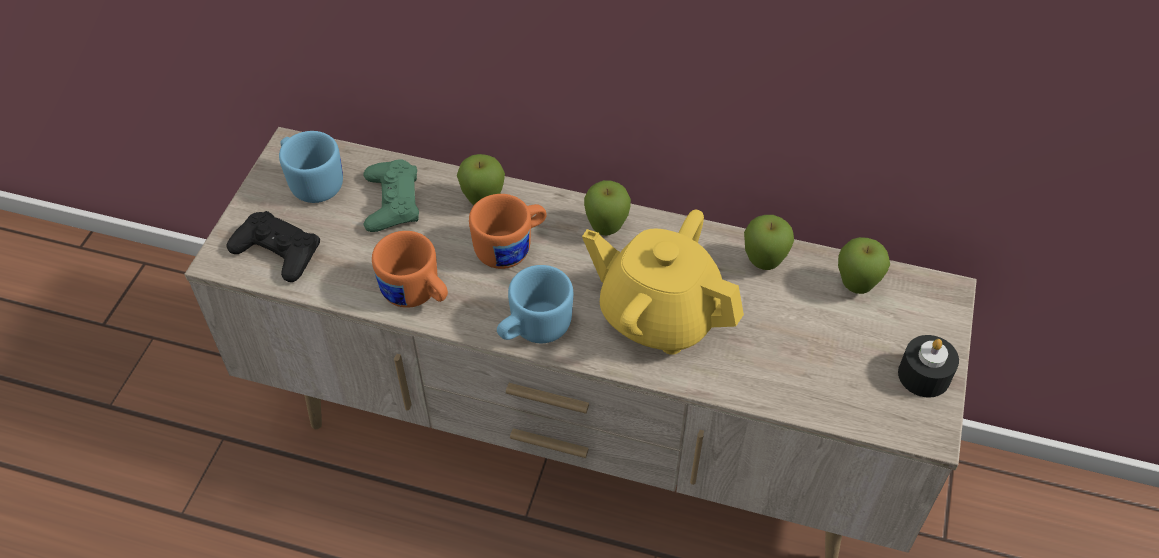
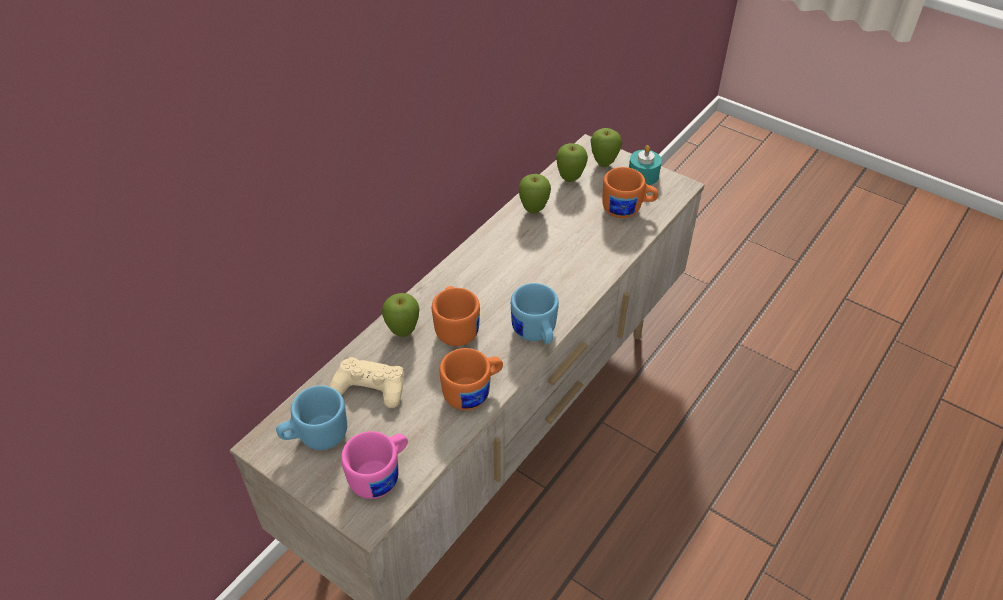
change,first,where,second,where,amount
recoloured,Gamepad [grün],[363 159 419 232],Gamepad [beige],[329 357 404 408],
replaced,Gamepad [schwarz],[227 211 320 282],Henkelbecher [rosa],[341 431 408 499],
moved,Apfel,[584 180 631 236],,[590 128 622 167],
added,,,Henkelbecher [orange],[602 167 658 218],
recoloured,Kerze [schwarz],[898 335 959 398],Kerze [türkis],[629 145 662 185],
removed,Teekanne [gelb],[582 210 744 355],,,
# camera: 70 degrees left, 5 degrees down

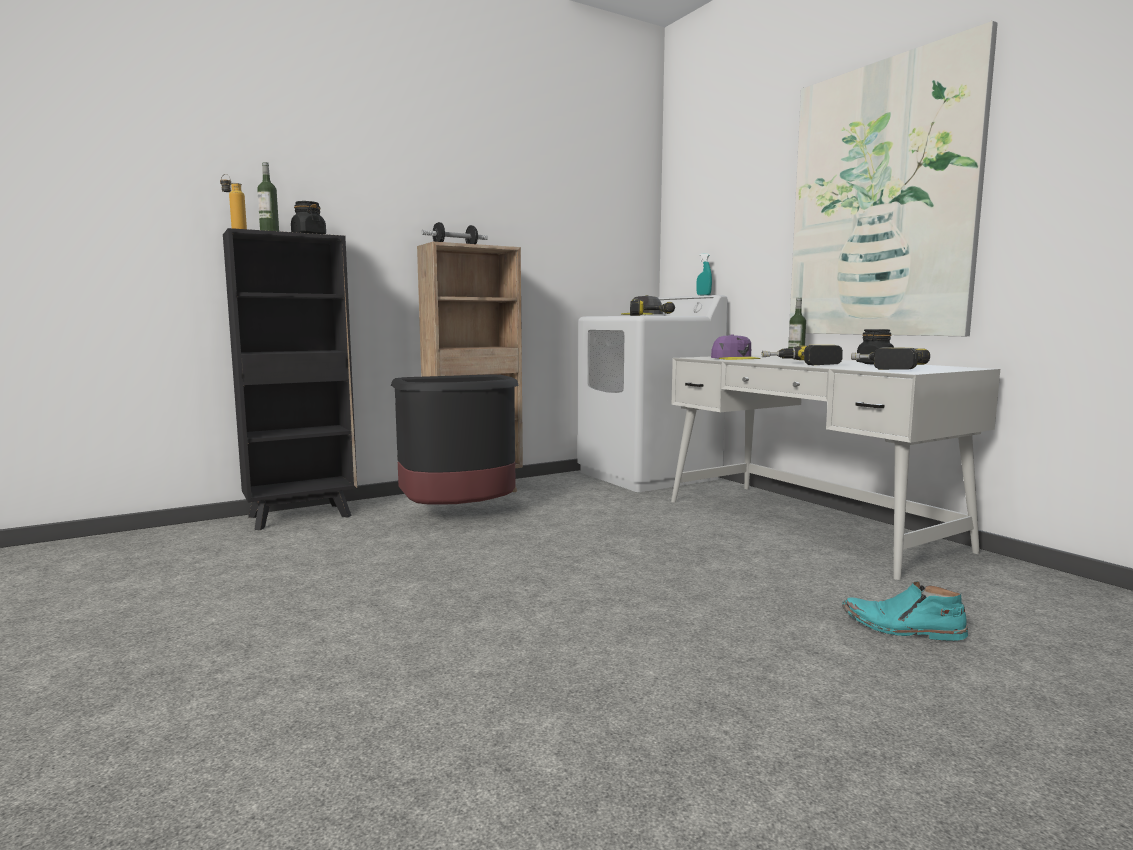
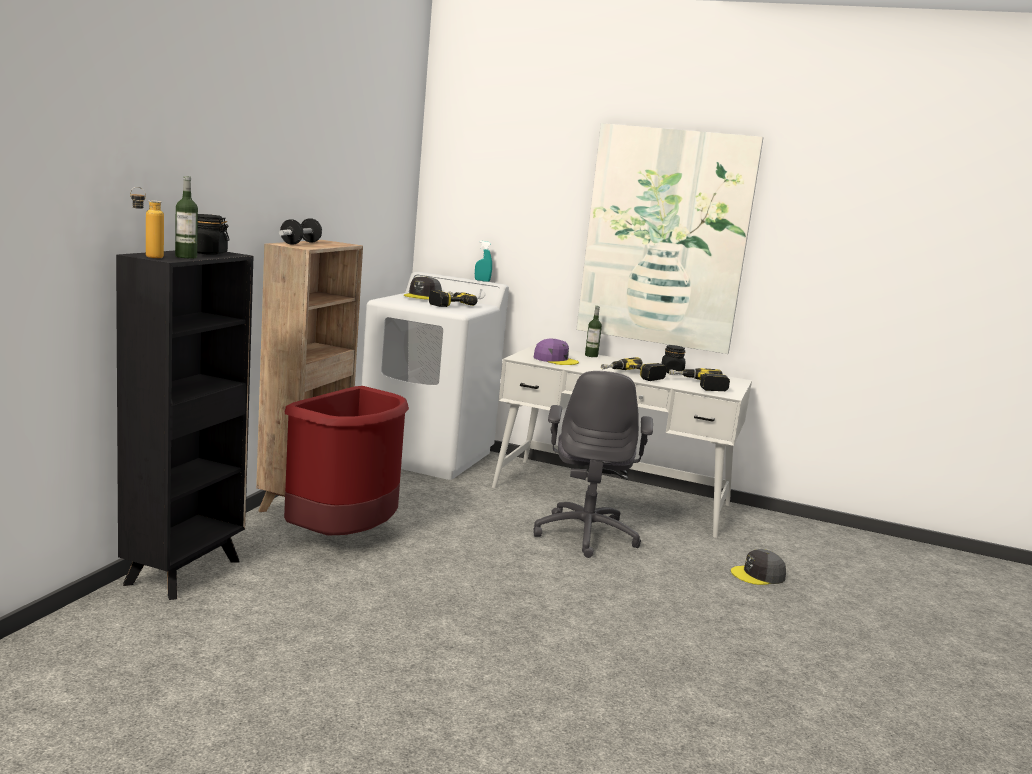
change,first,where,second,where,amount
recoloured,Mülleimer [schwarz],[391 374 518 504],Mülleimer [rot],[284 386 409 535],
added,,,Bürostuhl [grau],[533 371 653 558],
replaced,Stiefel [türkis],[842 581 968 641],Kappe [grau],[731 549 786 585],
# camera: 40 degrees left, 5 degrees up

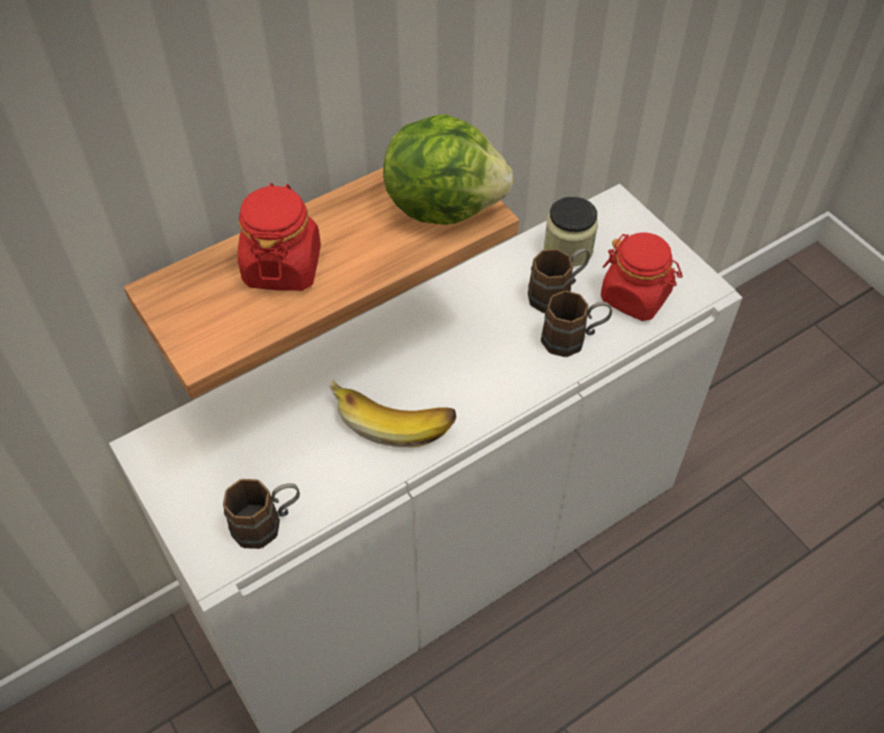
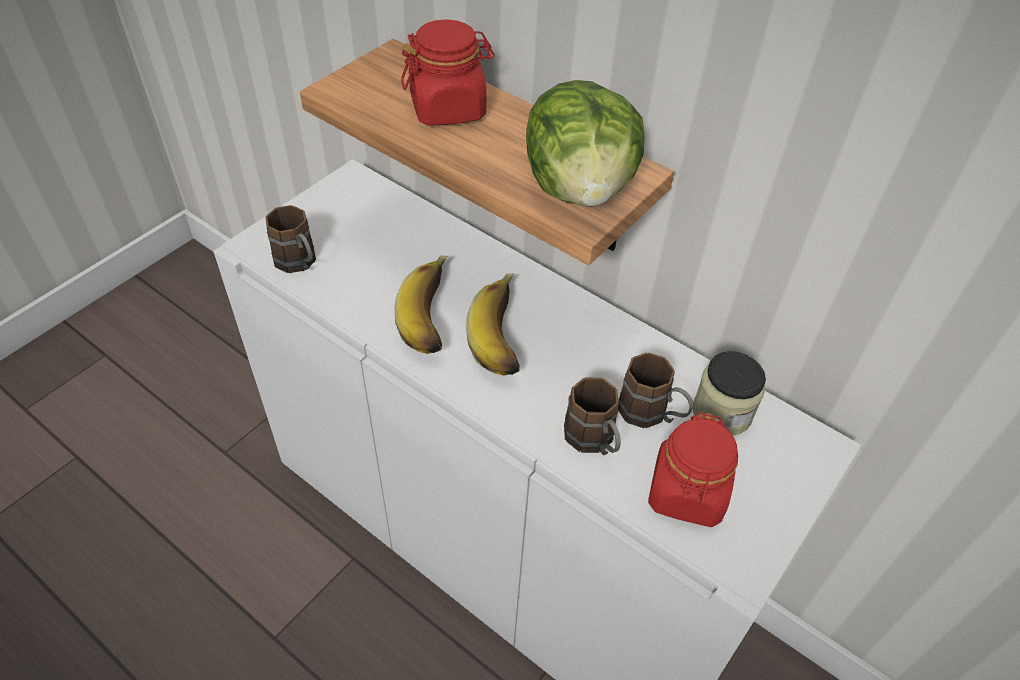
change,first,where,second,where,amount
added,,,Banane,[466 274 520 376],
# camera: 70 degrees right, 5 degrees down

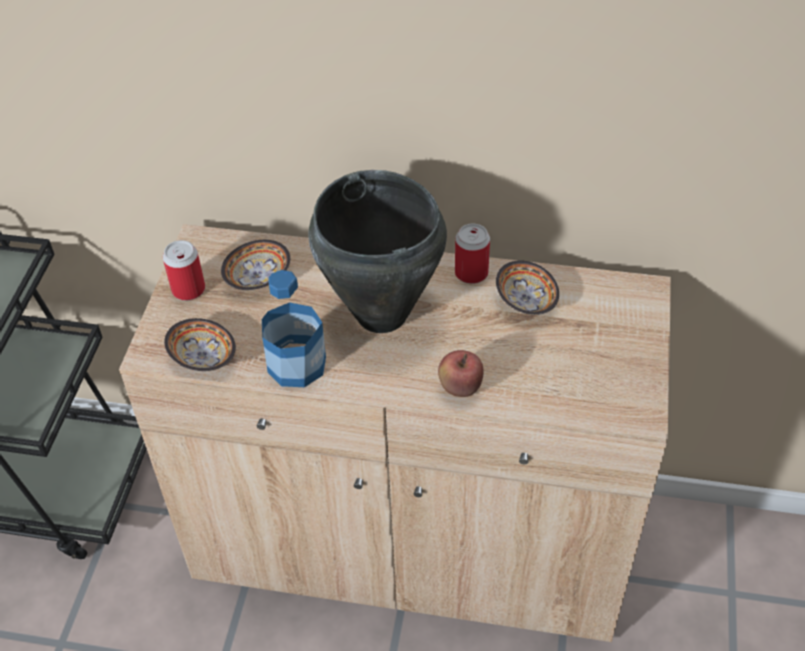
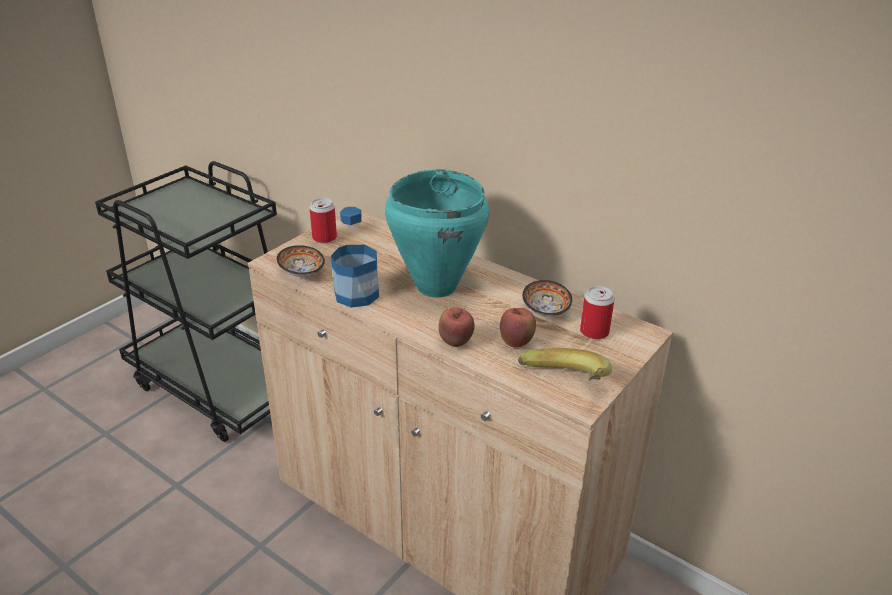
change,first,where,second,where,amount
recoloured,Kochtopf [schwarz],[308 170 447 333],Kochtopf [türkis],[385 169 489 298],
added,,,Apfel,[500 308 536 348],
added,,,Banane,[518 348 612 380],
moved,Dose,[455 224 490 284],,[580 286 615 340],
removed,Schüssel,[221 240 290 290],,,
# camera: 25 degrees right, 15 degrees down

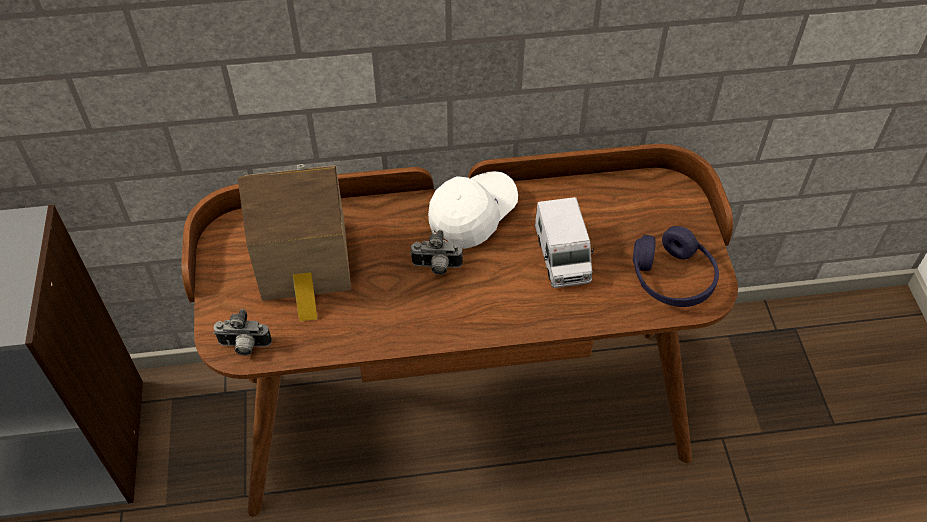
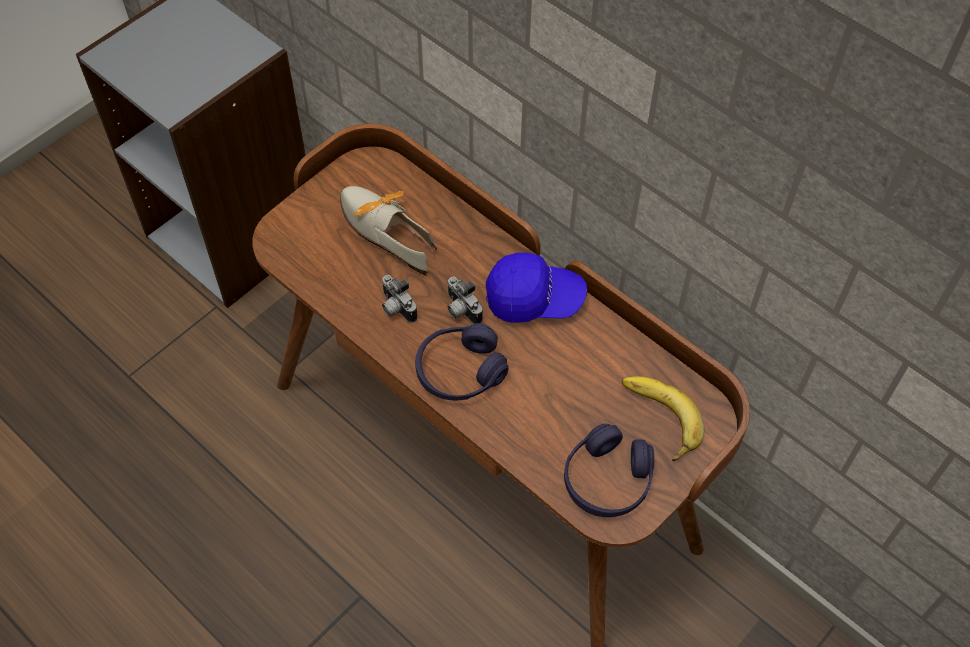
change,first,where,second,where,amount
replaced,Spielzeughaus,[238 164 351 322],Schuh,[340 186 437 276],
moved,Kamera,[213 309 272 356],,[382 275 418 323],
added,,,Kopfhörer [lila],[415 323 508 400],
recoloured,Kappe [weiß],[428 171 518 249],Kappe [blau],[486 253 587 323],
added,,,Banane,[622 376 704 461],
removed,Spielzeuglaster,[535 197 595 288],,,
# camera: 50 degrees right, 5 degrees up

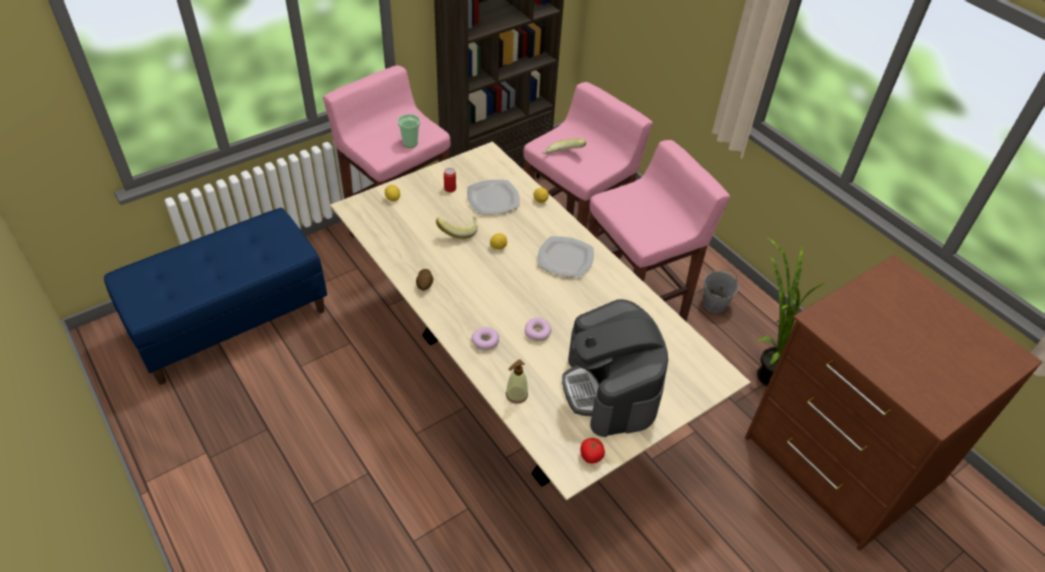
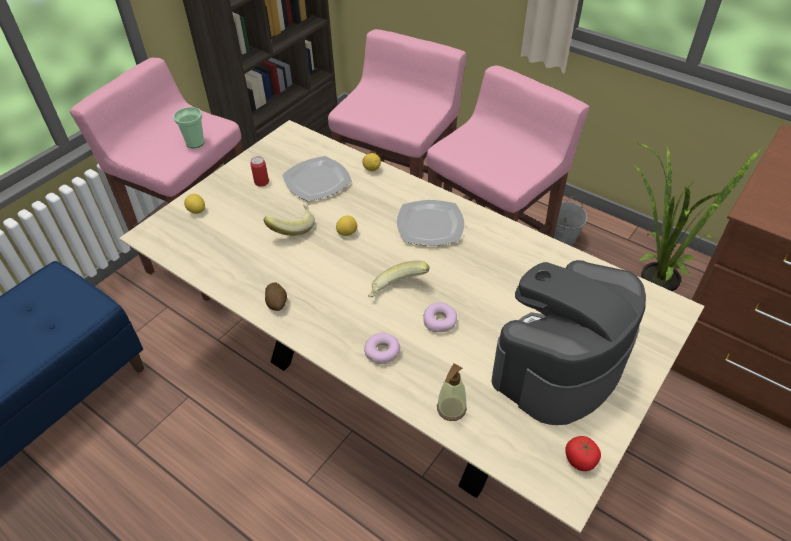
change,first,where,second,where,amount
moved,Banane,[542 138 586 154],,[368 260 429 297],
turned,Kaffeemaschine,[562 299 668 437],,[492 260 646 425],75 degrees clockwise
# camera: 15 degrees left, 0 degrees up

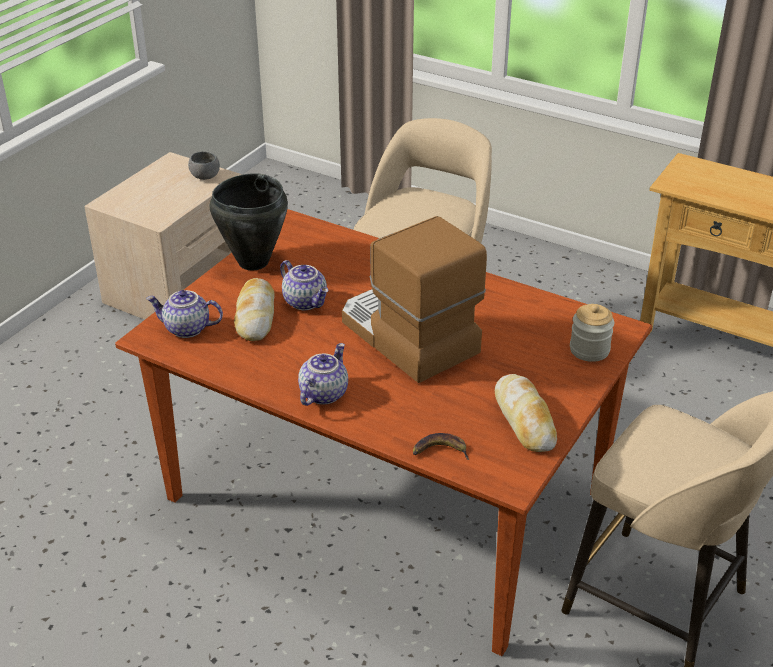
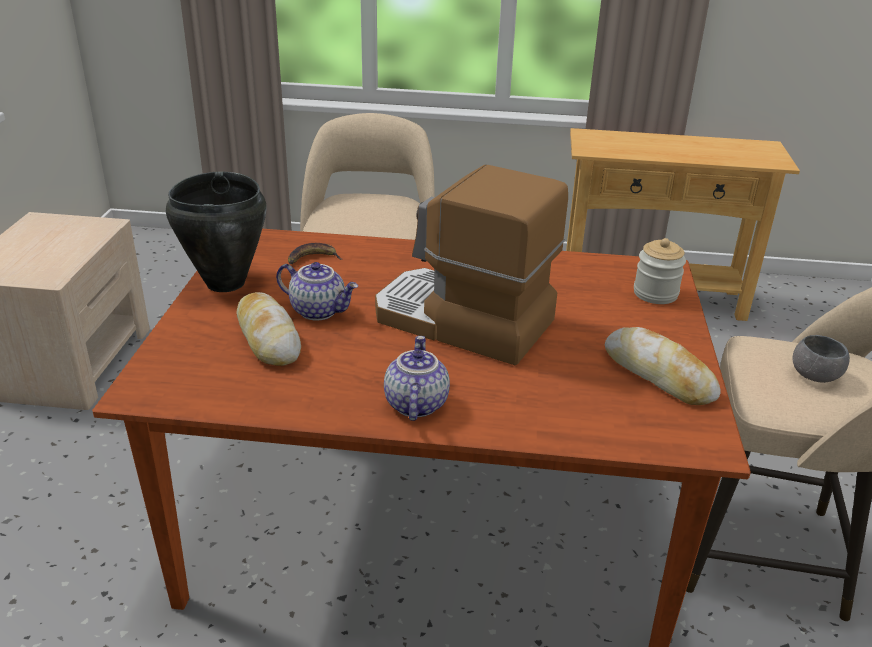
change,first,where,second,where,amount
moved,Banane,[413 433 470 460],,[288 243 342 264],
moved,Schüssel [grau],[188 152 220 180],,[792 335 850 383],
removed,Teekanne,[146 290 223 338],,,
# camera: 25 degrees left, 5 degrees down

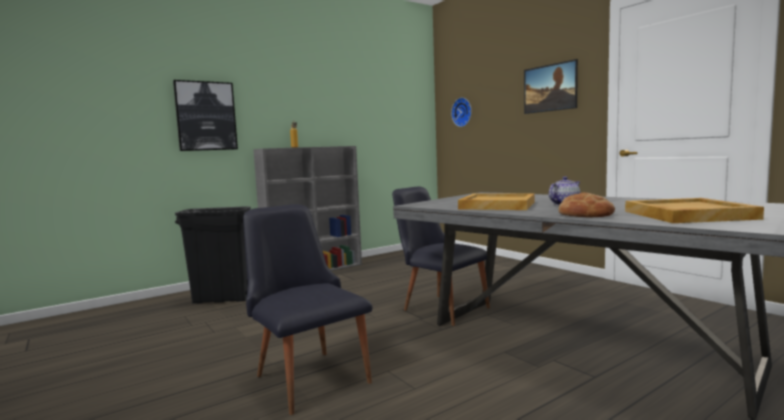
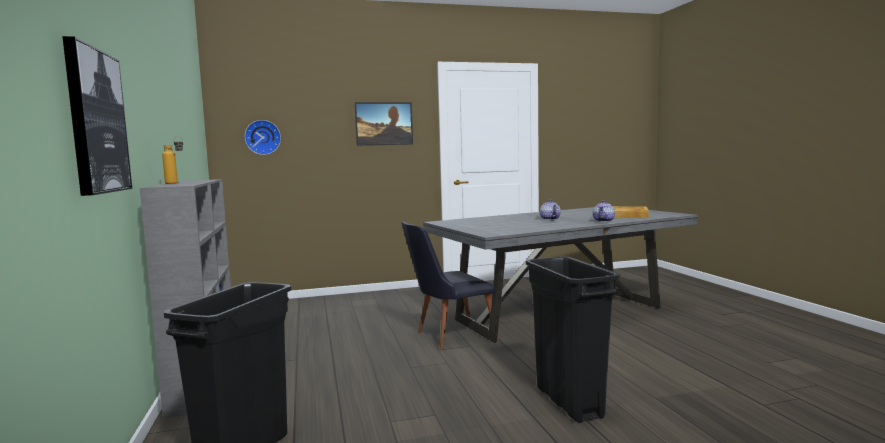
change,first,where,second,where,amount
replaced,Stuhl [schwarz],[243 204 372 415],Mülleimer [schwarz],[526 256 620 423],
replaced,Brot,[559 193 615 217],Teekanne,[593 200 615 222],
removed,Tablett [beige],[458 193 535 210],,,
# camera: 70 degrees left, 0 degrees up

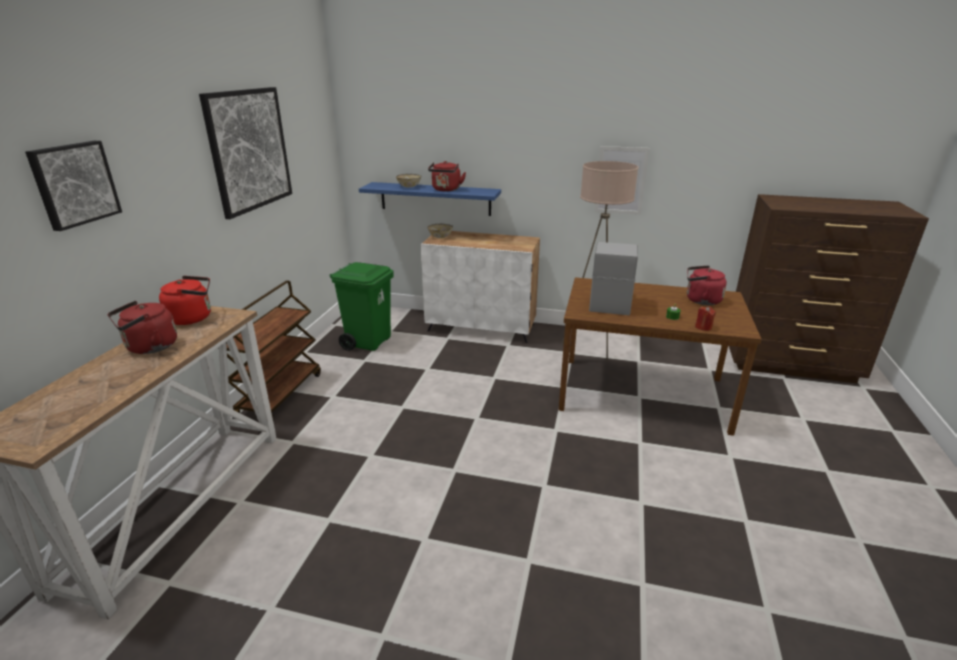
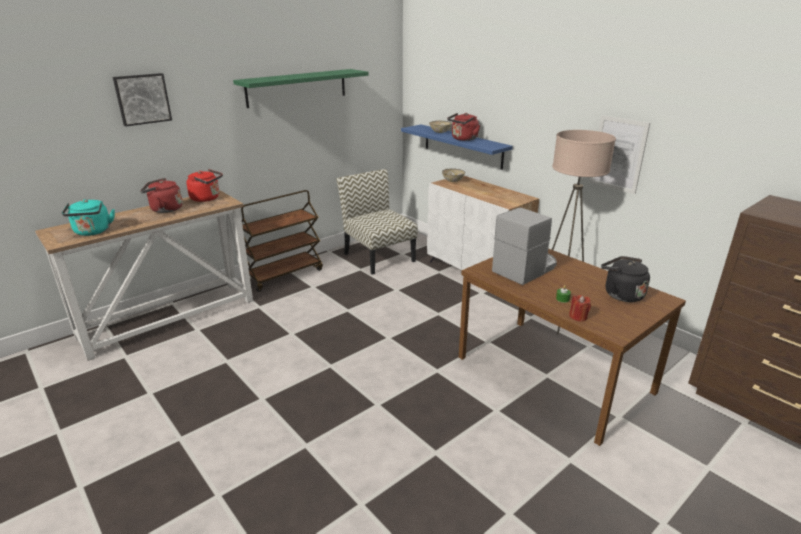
change,first,where,second,where,amount
added,,,Wasserkessel [türkis],[62 199 115 236],
replaced,Bild,[199 87 292 219],Wandregal [grün],[233 69 369 108],
replaced,Mülleimer [grün],[329 262 394 351],Stuhl,[336 169 418 275],
recoloured,Wasserkessel [rot],[687 265 727 305],Wasserkessel [schwarz],[601 256 650 302],
# camera: 35 degrees right, 0 degrees up

